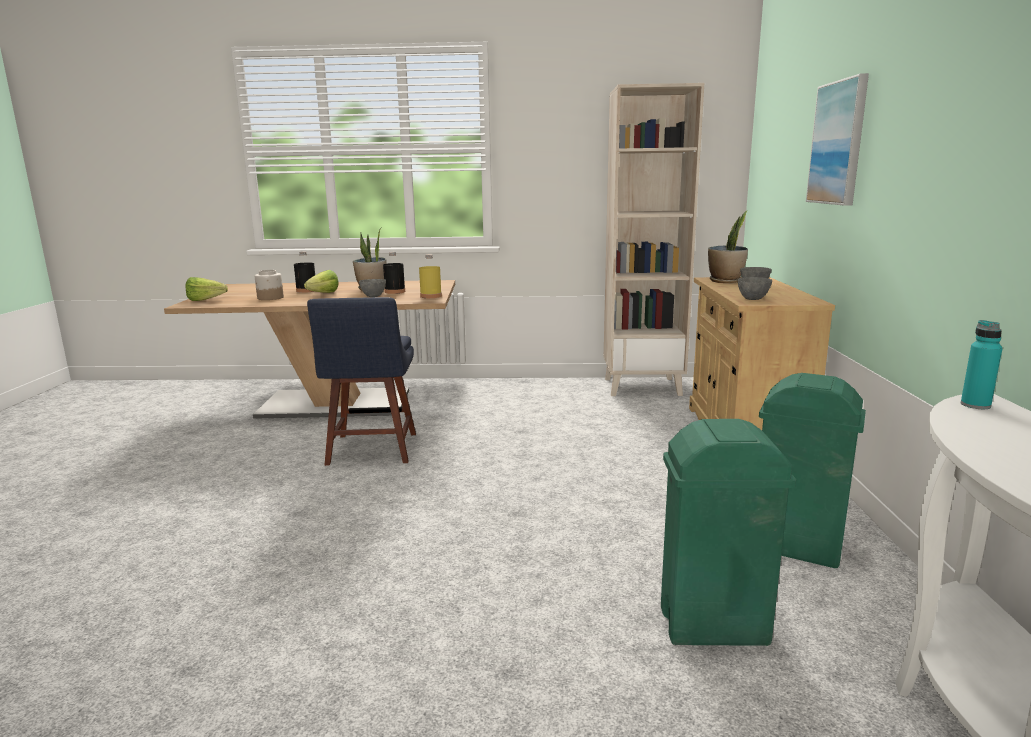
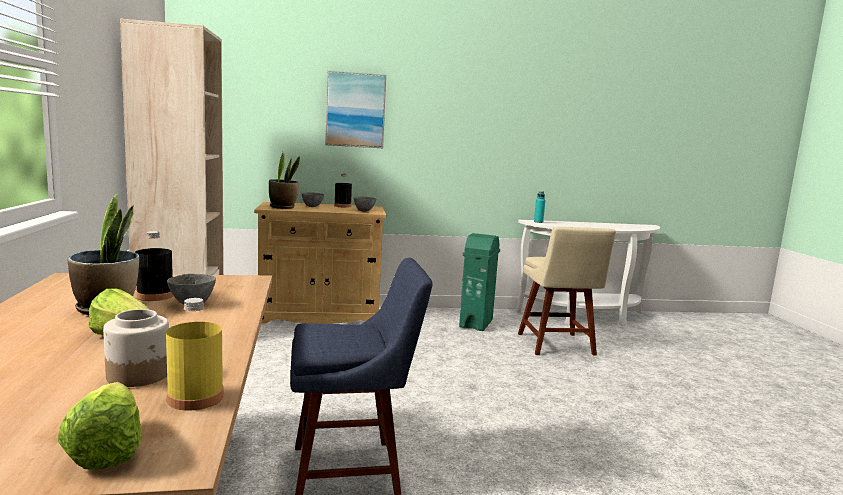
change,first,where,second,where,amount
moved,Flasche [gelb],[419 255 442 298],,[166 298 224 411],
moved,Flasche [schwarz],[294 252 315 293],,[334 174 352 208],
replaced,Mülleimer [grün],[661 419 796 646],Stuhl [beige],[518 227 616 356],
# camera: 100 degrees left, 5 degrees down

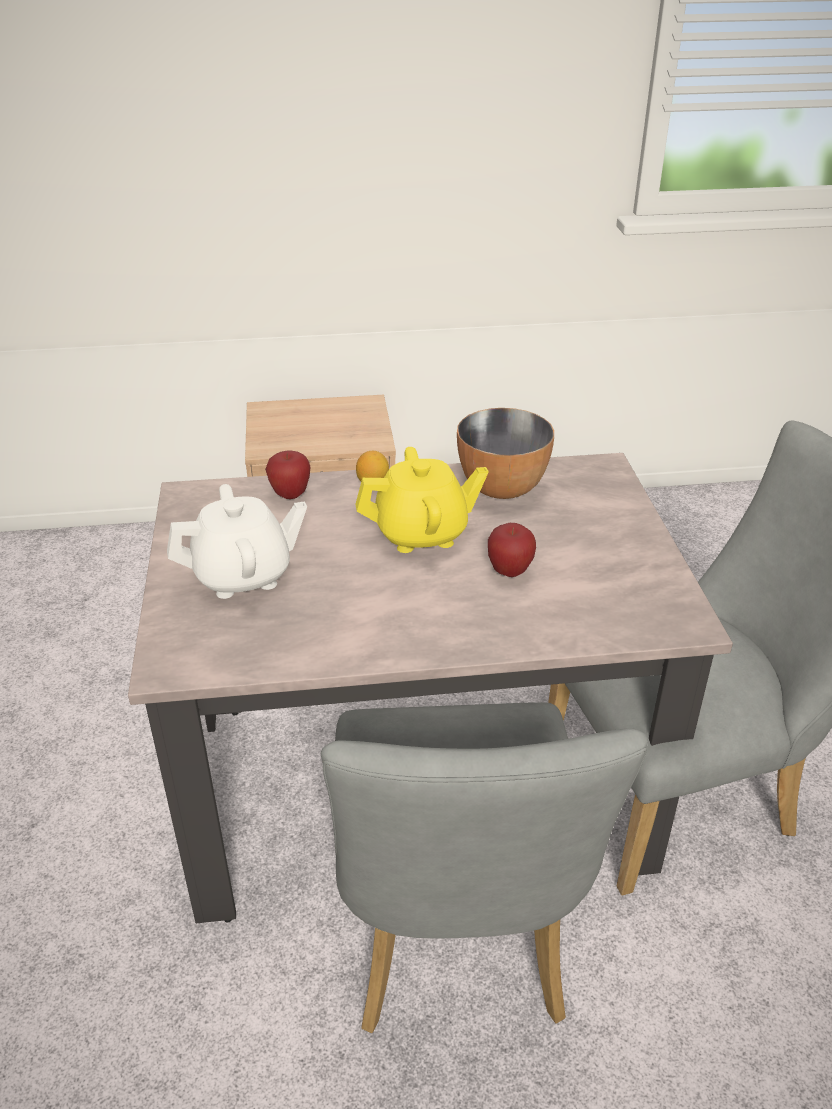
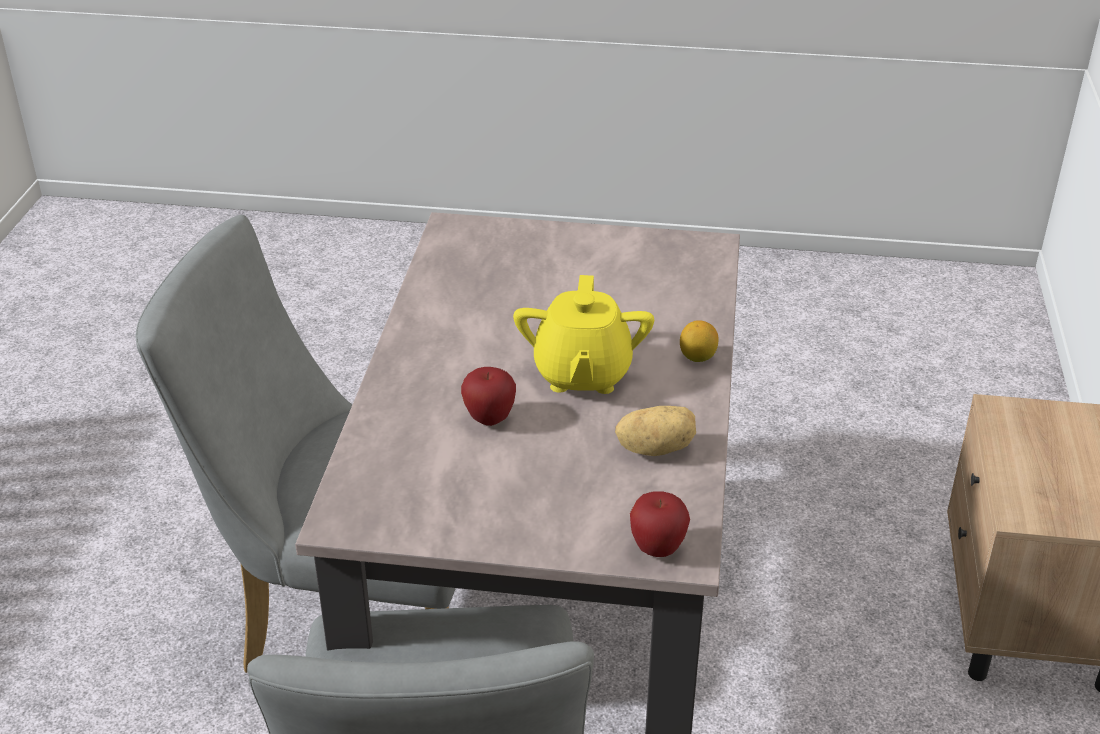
change,first,where,second,where,amount
replaced,Schüssel,[457 408 554 499],Kartoffel,[615 406 696 456],
moved,Apfel,[265 451 310 499],,[630 491 690 557],
removed,Teekanne [weiß],[167 484 307 599],,,
# camera: 105 degrees right, 0 degrees up

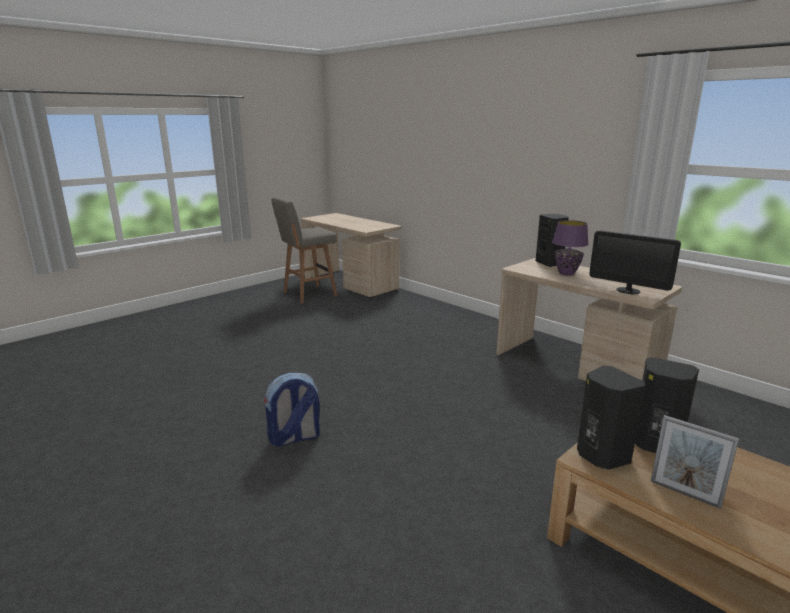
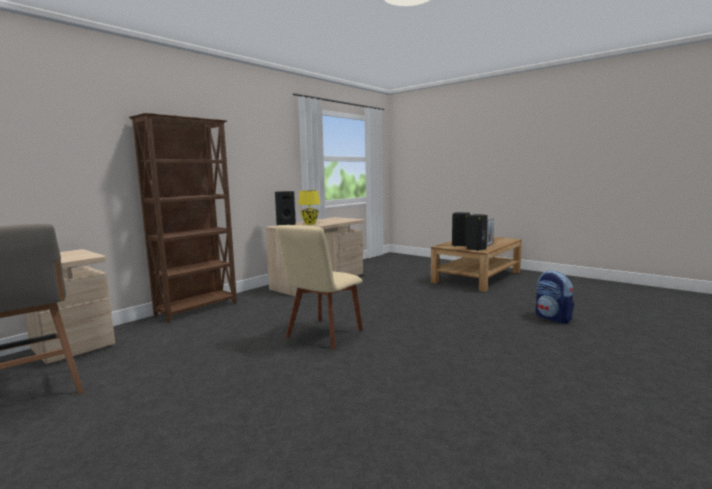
change,first,where,second,where,amount
added,,,Bücherregal [braun],[129 113 237 323],
added,,,Stuhl [beige],[276 225 363 349],
recoloured,Tischlampe [lila],[552 220 589 275],Tischlampe [gelb],[298 190 320 225],
moved,Rucksack,[264 373 320 447],,[535 270 574 323],
removed,Monitor,[590 230 681 294],,,
# camera: 95 degrees left, 10 degrees down

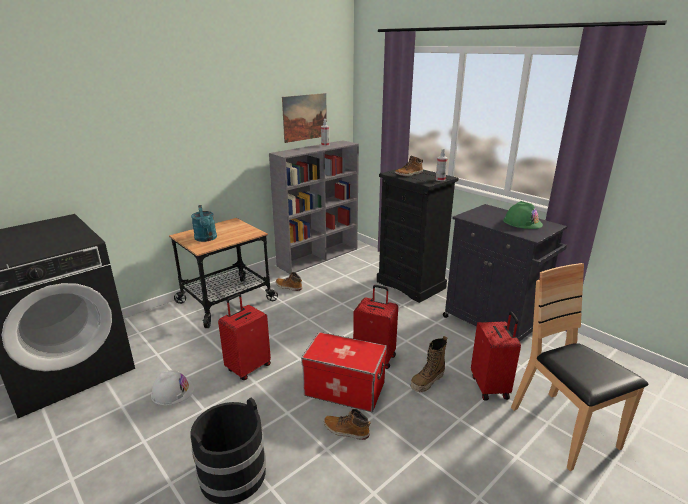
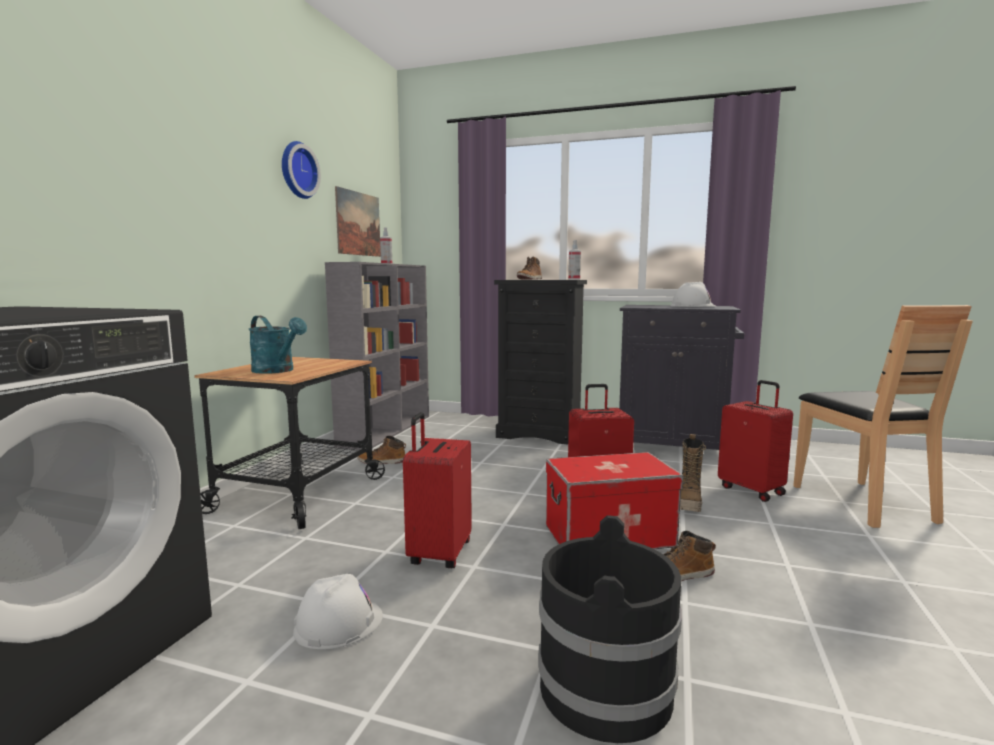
change,first,where,second,where,amount
added,,,Wanduhr,[282 141 321 199],
recoloured,Schutzhelm [grün],[503 201 543 229],Schutzhelm [weiß],[671 282 716 307],
turned,Stuhl [braun],[511 263 649 471],,[793 305 973 528],135 degrees counterclockwise
# camera: 30 degrees left, 15 degrees down

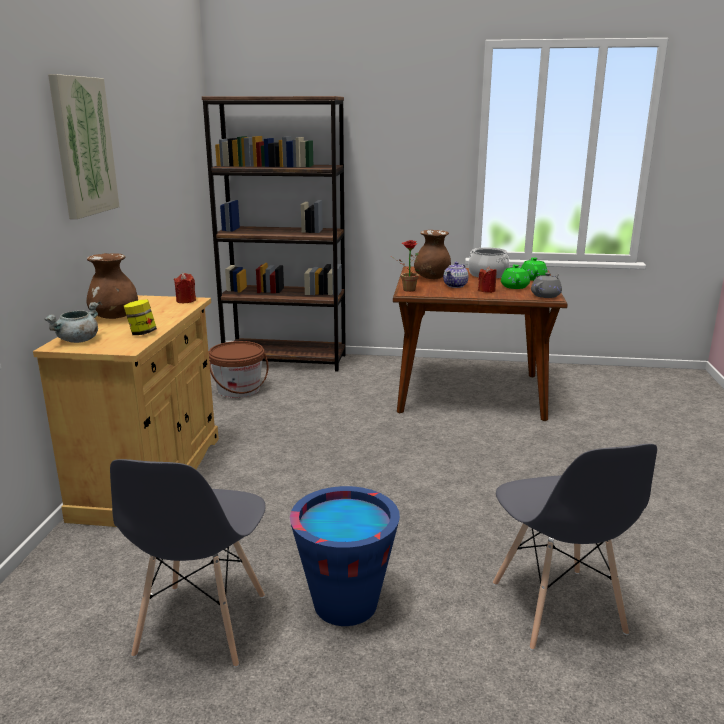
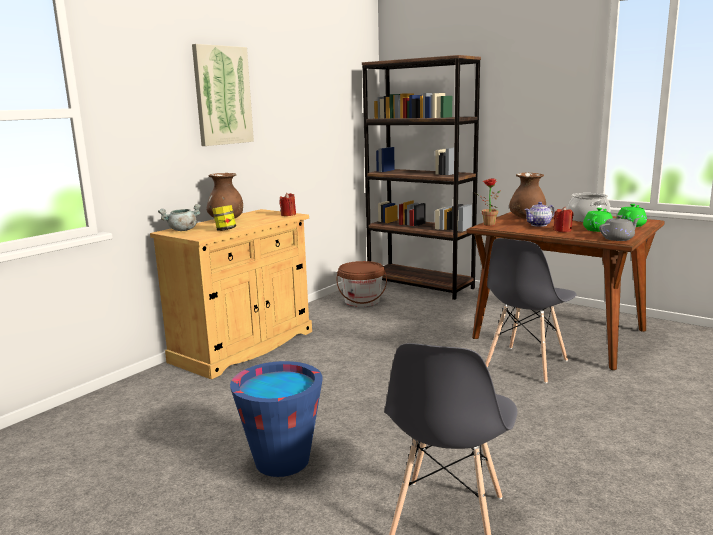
change,first,where,second,where,amount
moved,Stuhl [grau],[110 459 266 668],,[485 238 577 383],
# camera: 30 degrees right, 5 degrees down

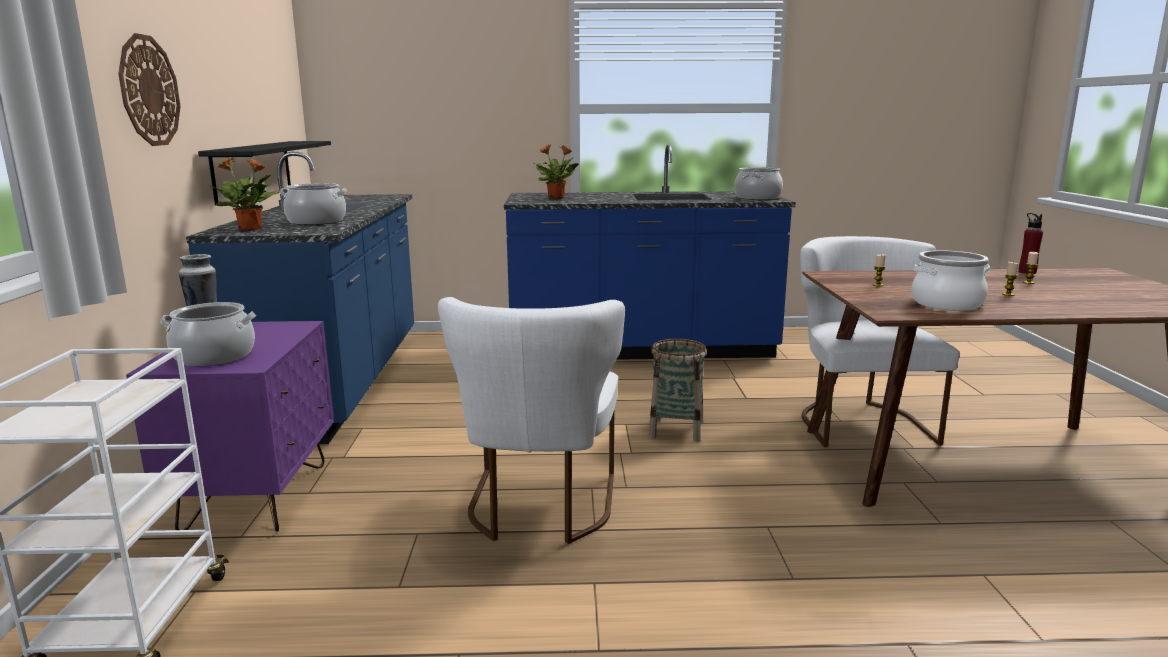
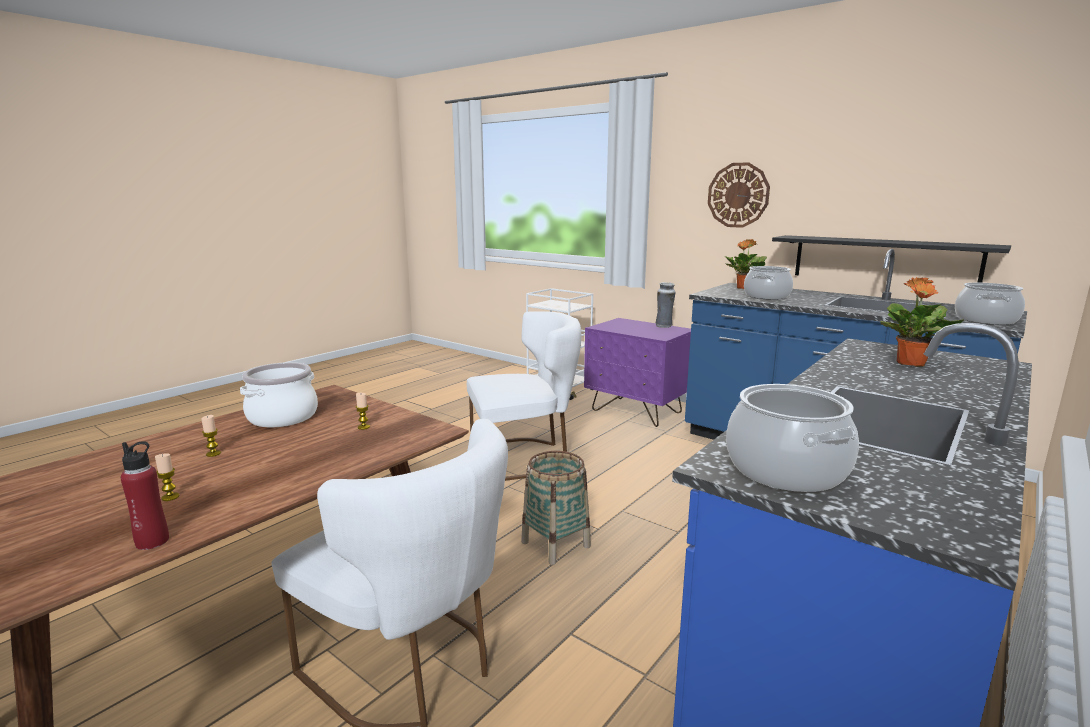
change,first,where,second,where,amount
turned,Stuhl [weiß],[438 297 625 544],,[467 311 581 481],120 degrees clockwise
moved,Kochtopf,[160 302 256 366],,[955 283 1025 325],
# camera: 130 degrees right, 0 degrees up

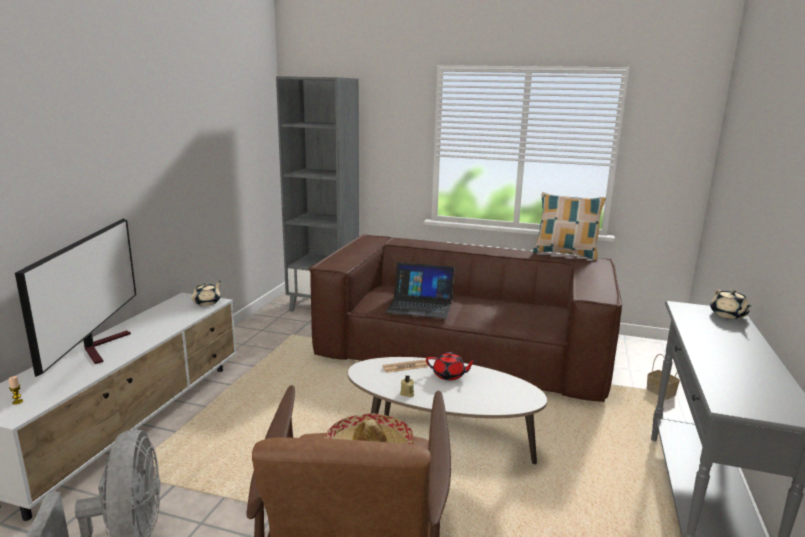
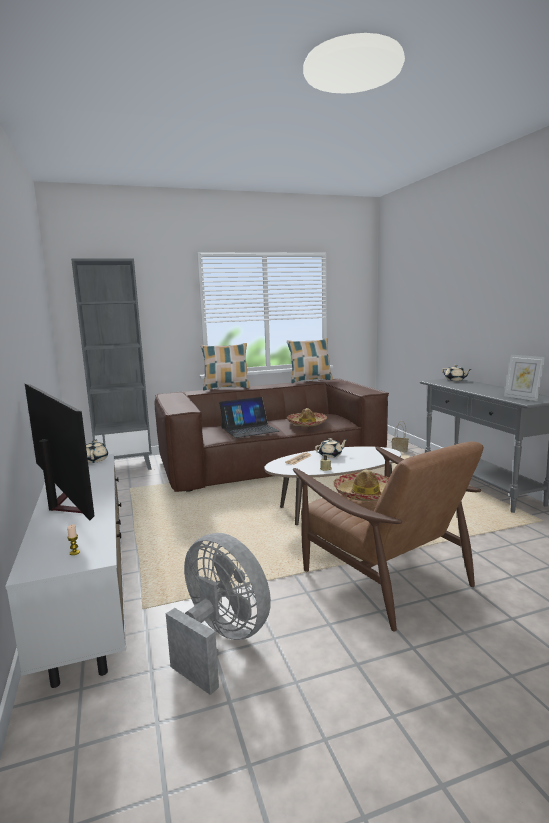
change,first,where,second,where,amount
added,,,Kissen,[201 343 250 390],
added,,,Hut,[287 408 327 427],
recoloured,Teekanne [rot],[426 352 476 380],Teekanne [beige],[315 438 348 458],
added,,,Bilderrahmen,[504 355 545 401],
# camera: 35 degrees left, 5 degrees down

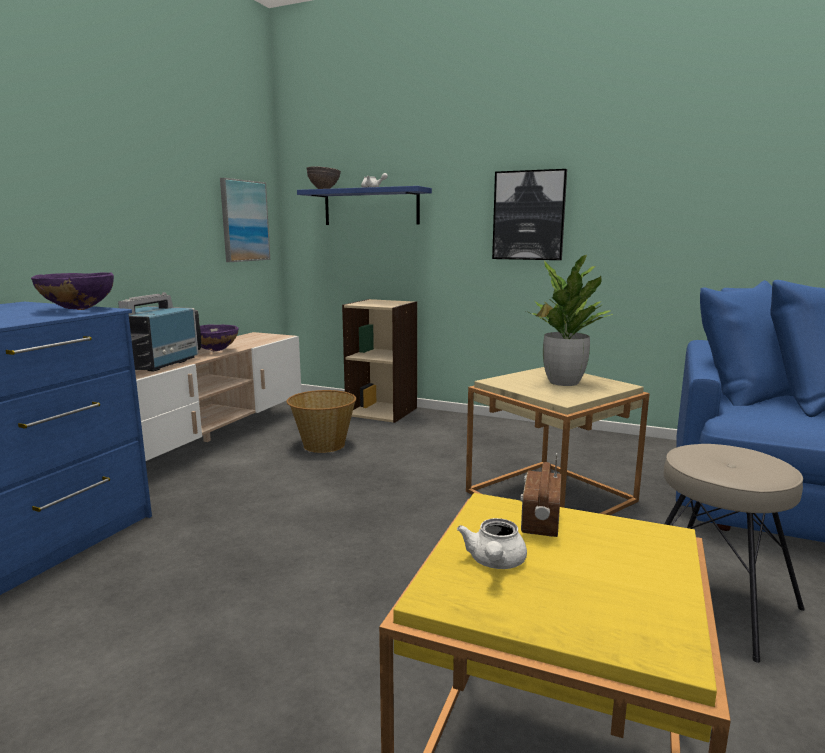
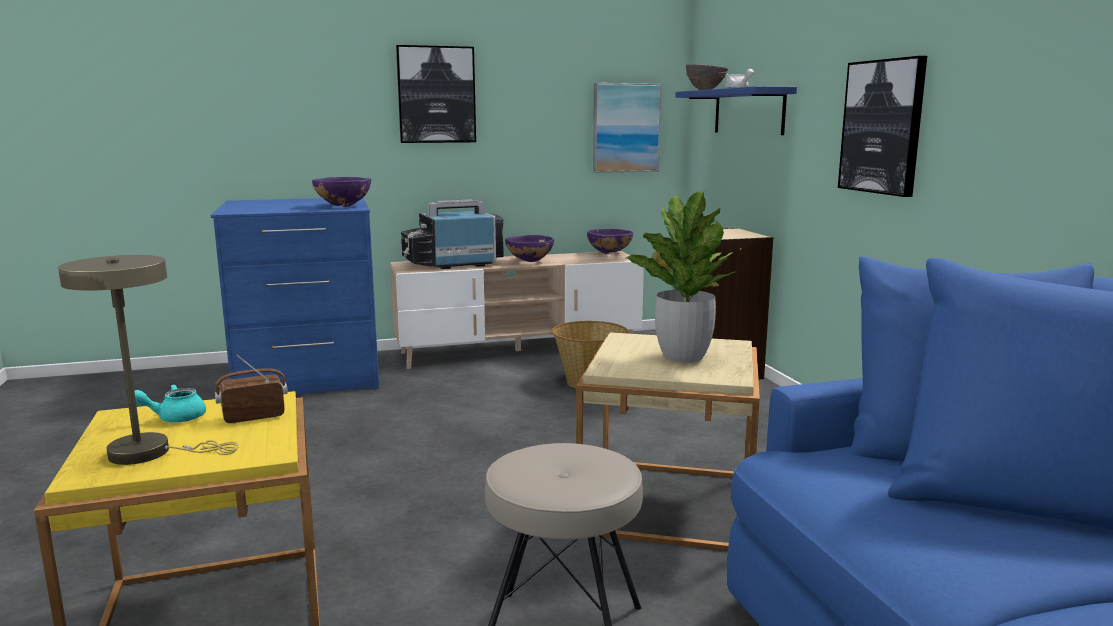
change,first,where,second,where,amount
added,,,Tischlampe [beige],[58 255 239 465],
recoloured,Teekanne [weiß],[457 518 527 569],Teekanne [türkis],[135 384 206 422],
added,,,Bild,[396 45 476 143],
added,,,Schüssel [lila],[587 229 633 254],
# camera: 50 degrees right, 0 degrees up

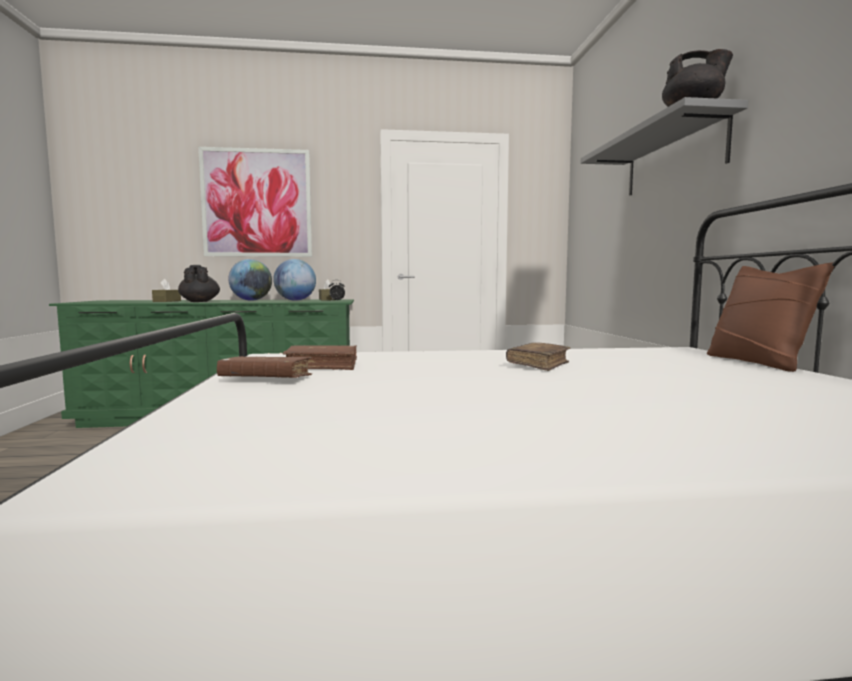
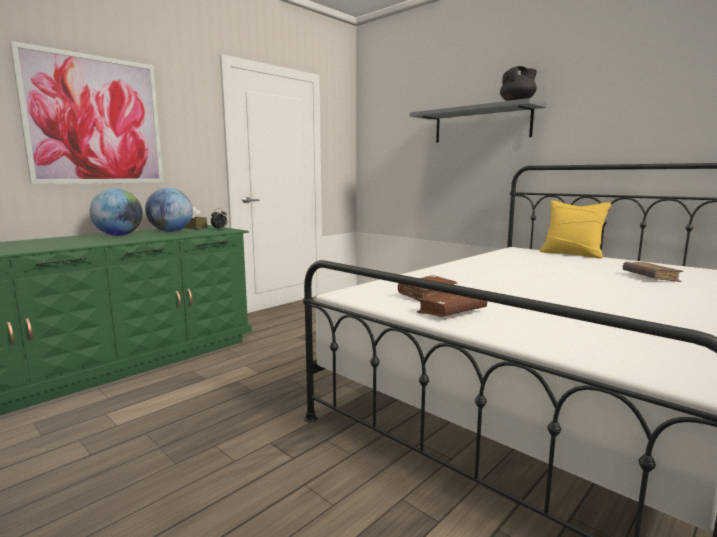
change,first,where,second,where,amount
recoloured,Kissen [braun],[707 262 835 372],Kissen [gelb],[540 200 612 258],
moved,Buch [braun],[506 342 570 371],,[623 262 683 282],
removed,Taschentuchbox [braun],[152 279 181 302],,,
removed,Teekanne [schwarz],[178 265 220 302],,,
# camera: 40 degrees left, 5 degrees up

